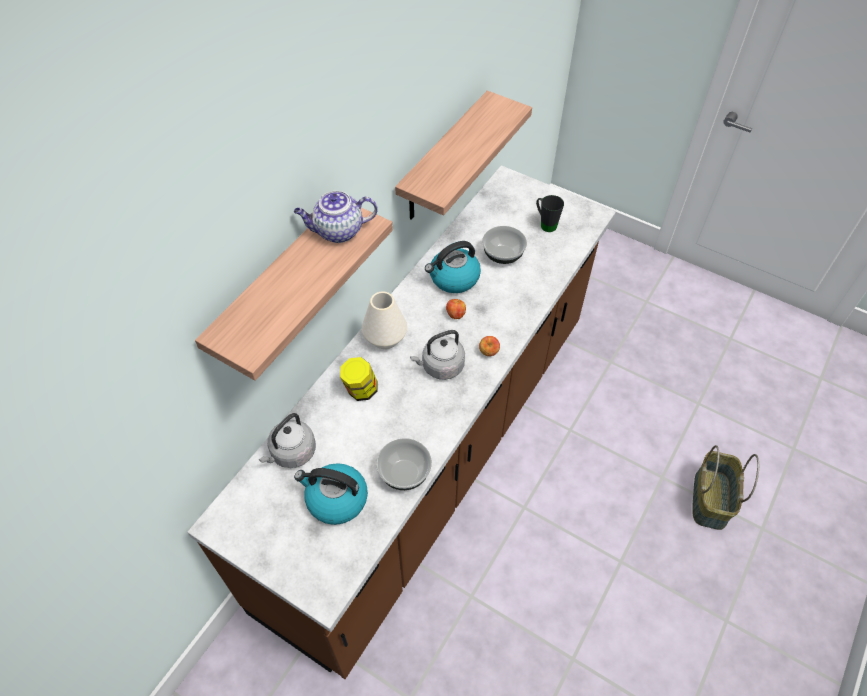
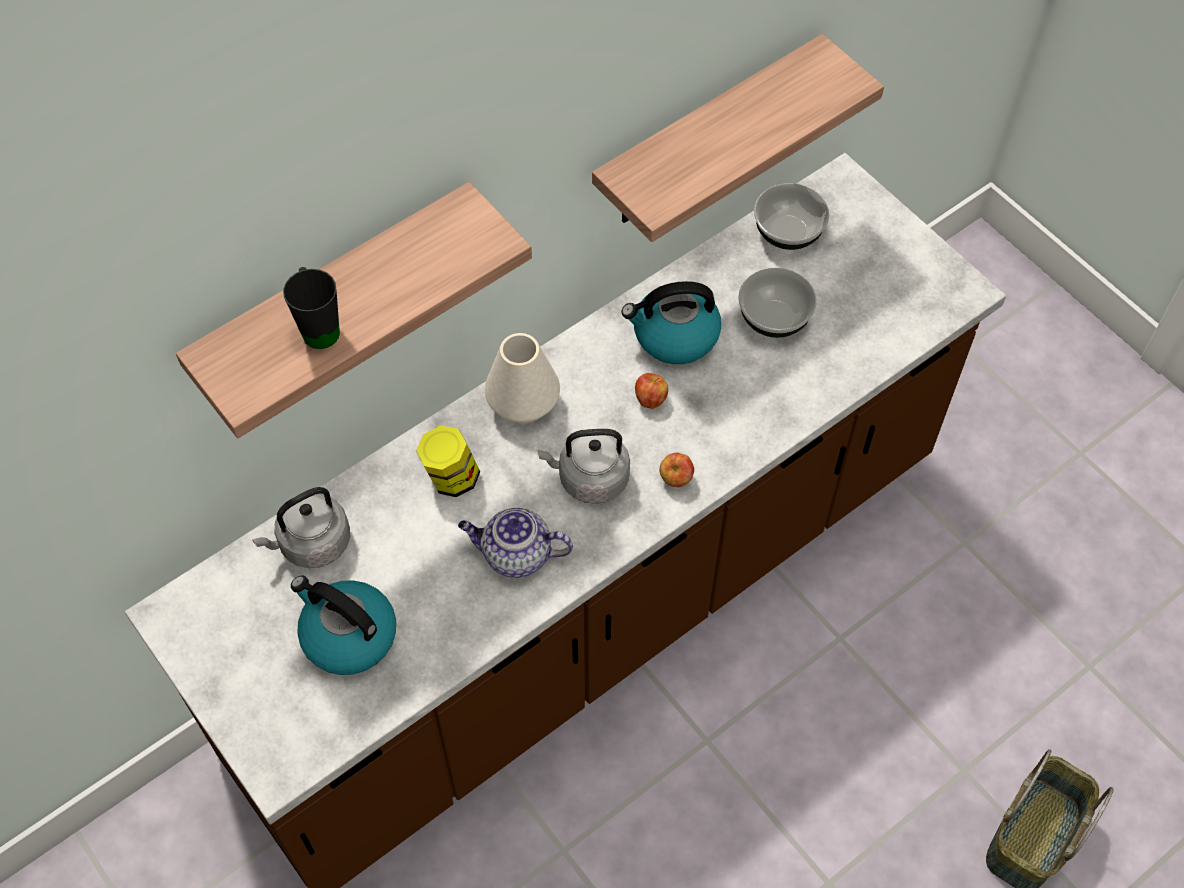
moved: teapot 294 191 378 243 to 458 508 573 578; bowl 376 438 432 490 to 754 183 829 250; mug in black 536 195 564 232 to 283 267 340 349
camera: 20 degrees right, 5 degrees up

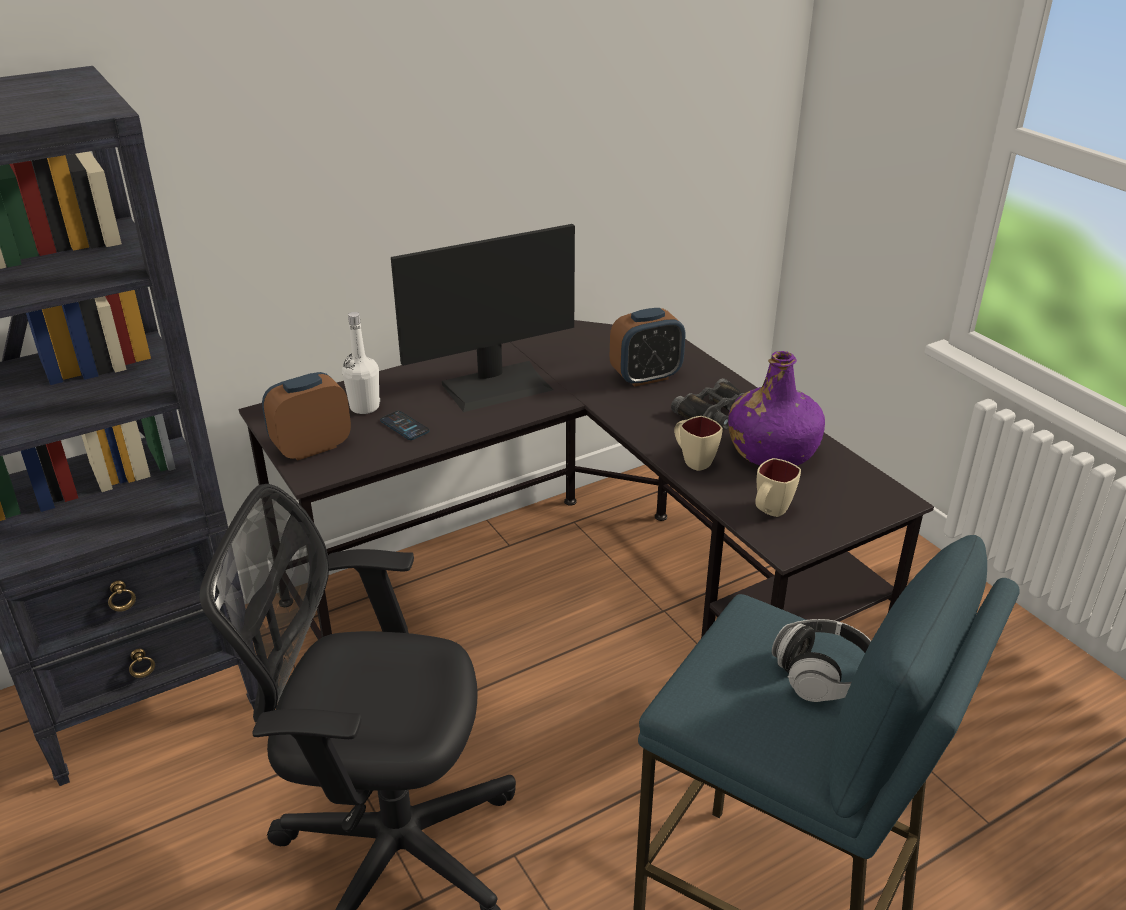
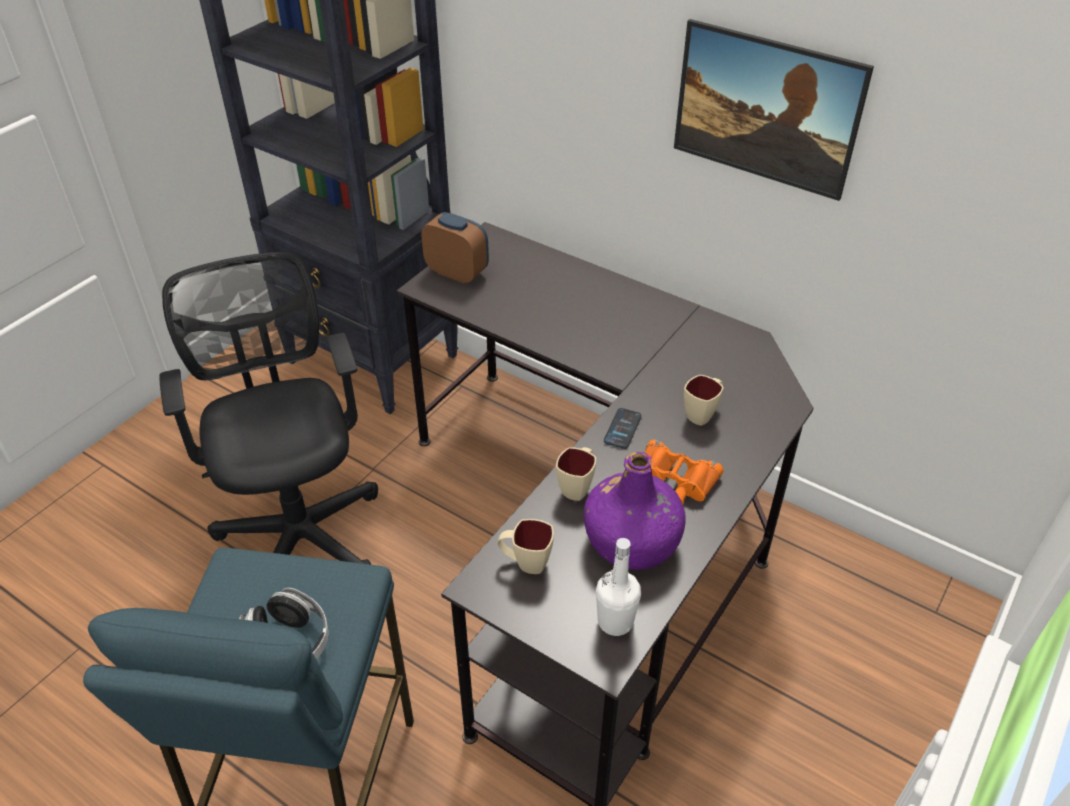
removed: monitor 391 224 575 412
added: picture 674 19 874 201
moved: bottle in white 342 312 380 414 to 596 538 641 636; phone 380 411 429 440 to 604 408 642 449
replaced: alarm clock 610 308 685 387 to mug in beige 684 375 724 426
recoloured: binoculars in black 671 378 744 429 to binoculars in orange 645 440 724 504
camera: 65 degrees right, 10 degrees up

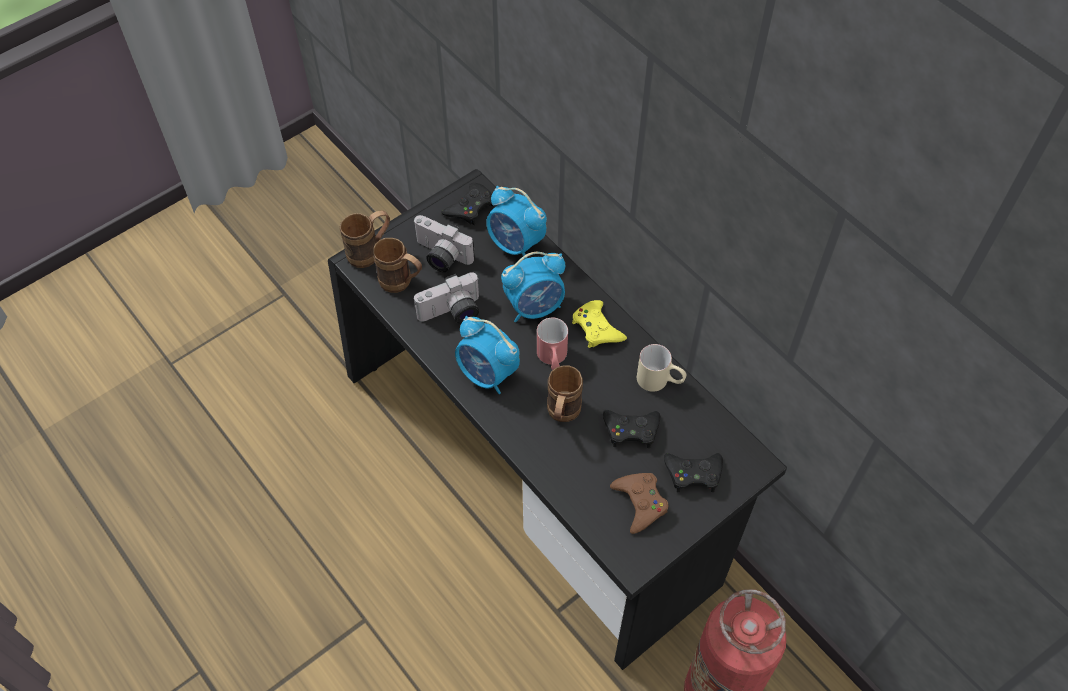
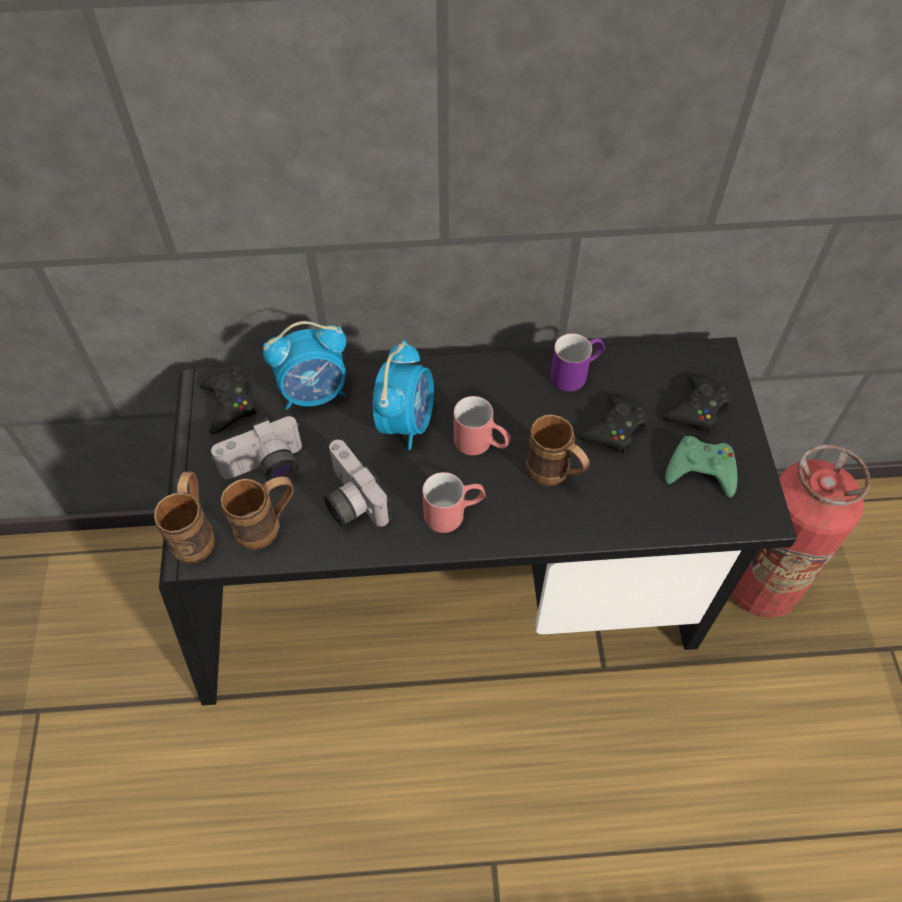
removed: game controller in yellow 572 300 627 348
replaced: alarm clock 455 316 520 394 to mug in red 423 472 485 533
recoloured: game controller in brown 610 473 668 534 to game controller in green 665 436 737 498; mug in beige 637 344 686 392 to mug in purple 550 333 605 392
turned: photo camera 414 272 480 324 = 324 440 392 527 135 degrees clockwise
camera: 55 degrees left, 0 degrees up

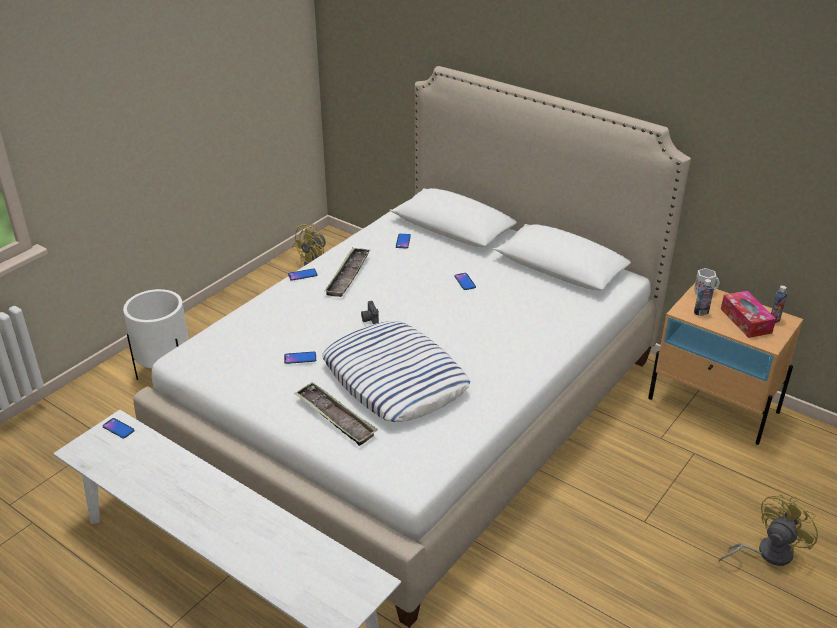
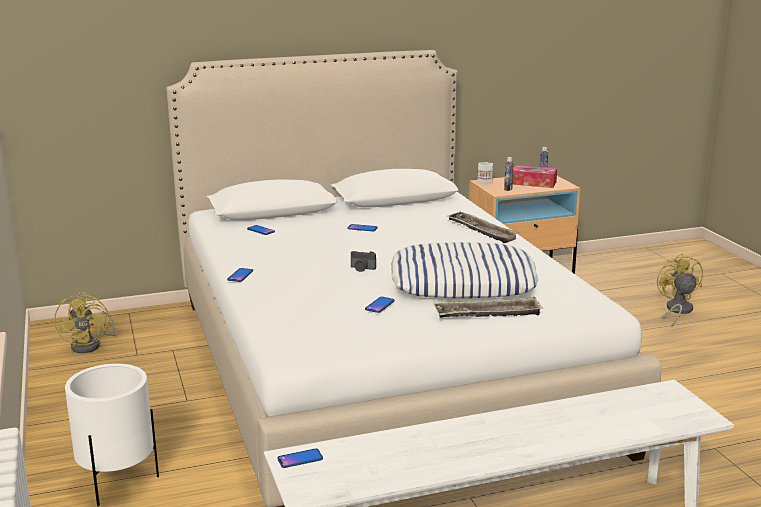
moved: tray 324 247 370 297 to 446 211 520 243
camera: 55 degrees left, 15 degrees down

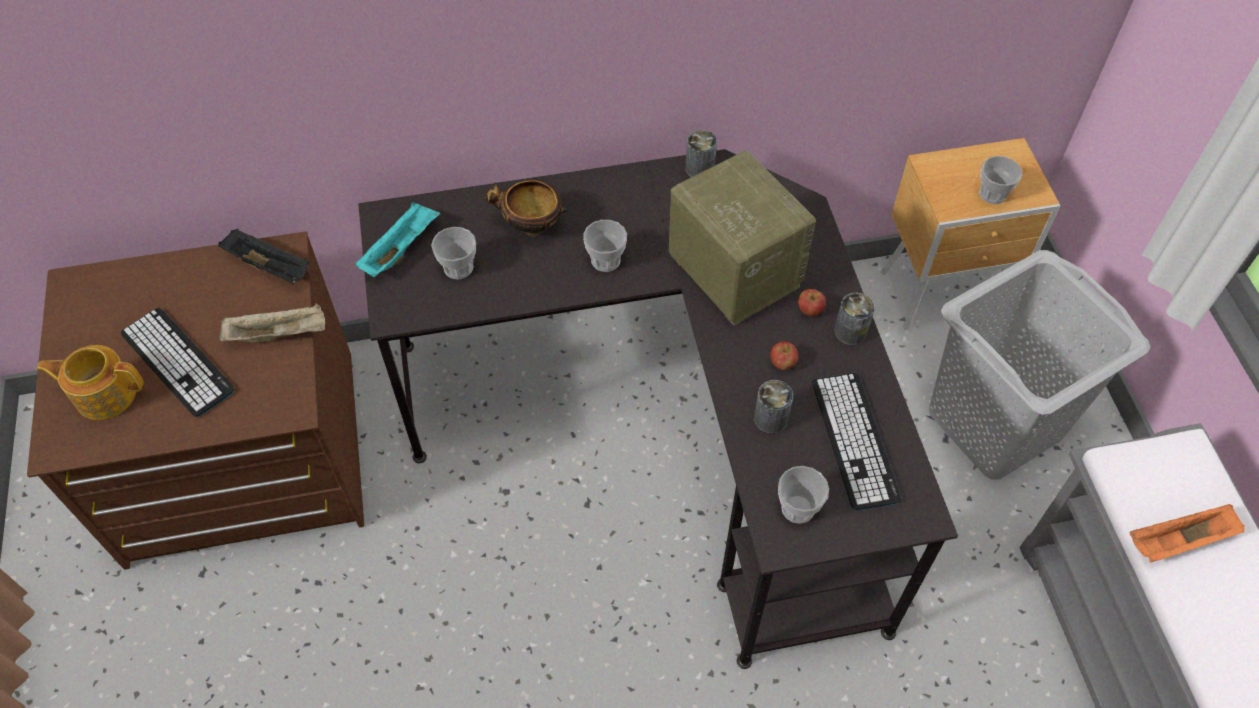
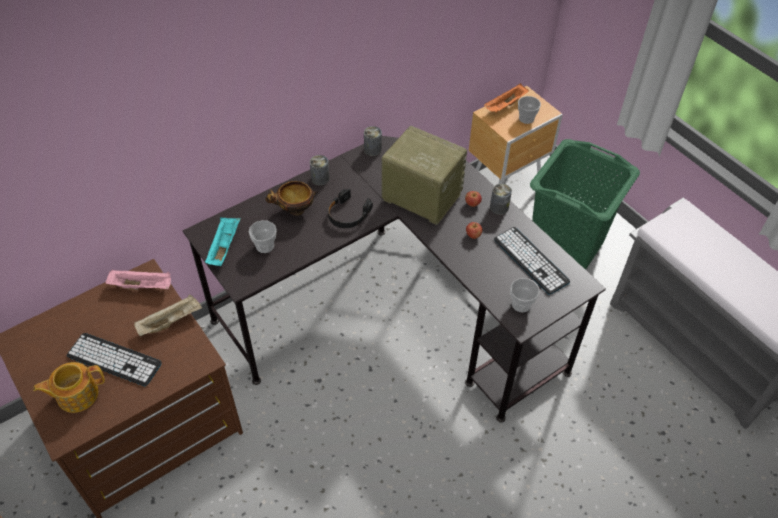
moved: can 754 380 793 434 to 310 155 329 186; tray in orange 1130 504 1244 563 to 484 83 529 113
replaced: cup 583 220 627 272 to headphones in black 328 188 373 228
recoloured: tray in black 218 229 310 285 to tray in pink 105 269 171 290; laundry basket in grey 929 250 1150 480 to laundry basket in green 530 139 640 270
camera: 25 degrees left, 5 degrees down

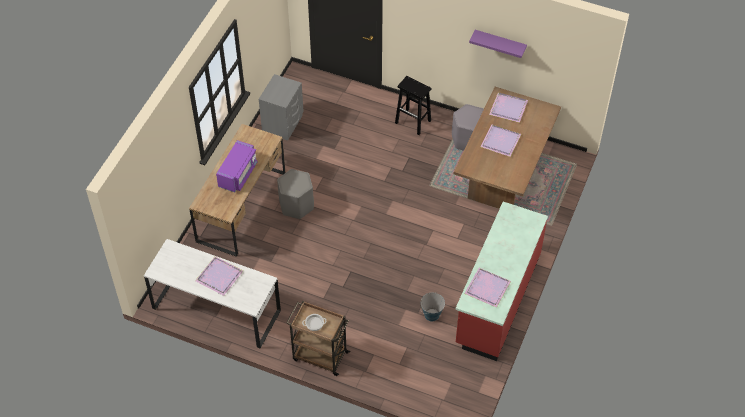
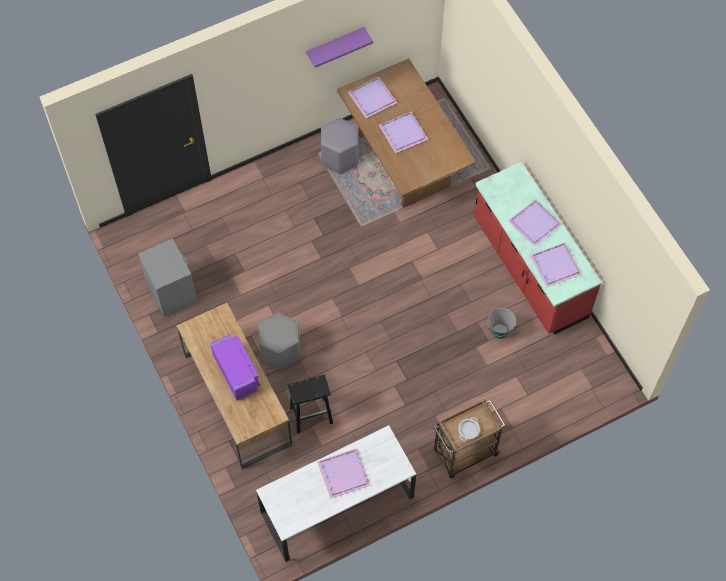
added: tray in purple 508 199 562 246
moved: stool in black 395 76 431 135 to 288 375 333 433
camera: 50 degrees left, 10 degrees up

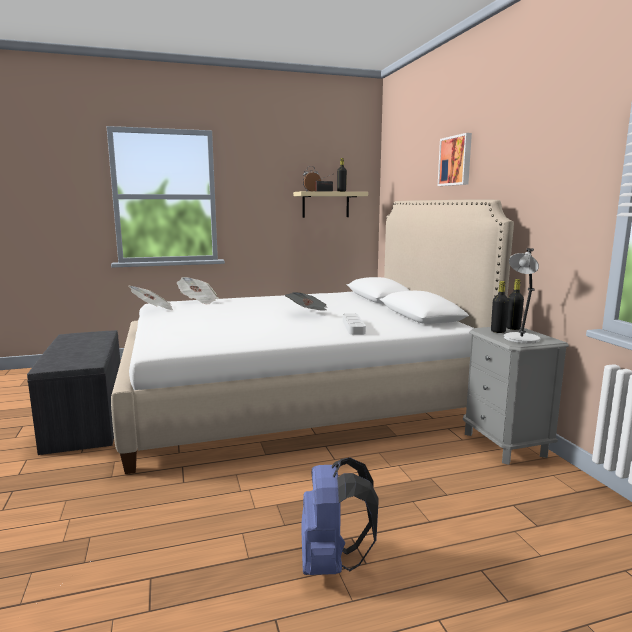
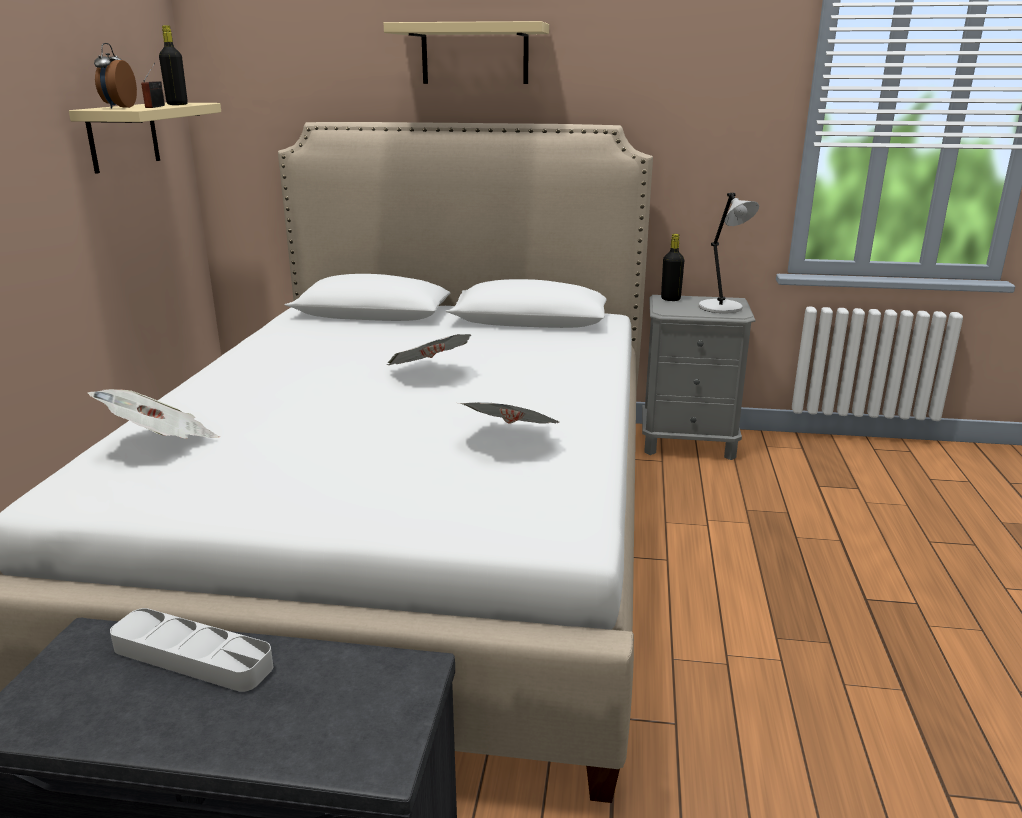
removed: backpack in blue 301 458 379 575; bottle in black 491 281 509 333
moved: newspaper 128 286 173 310 to 458 402 560 424; tray in grey 343 313 366 335 to 110 608 273 692
replaced: picture 438 133 472 186 to shelf in beige 384 21 549 84
camera: 65 degrees left, 10 degrees up

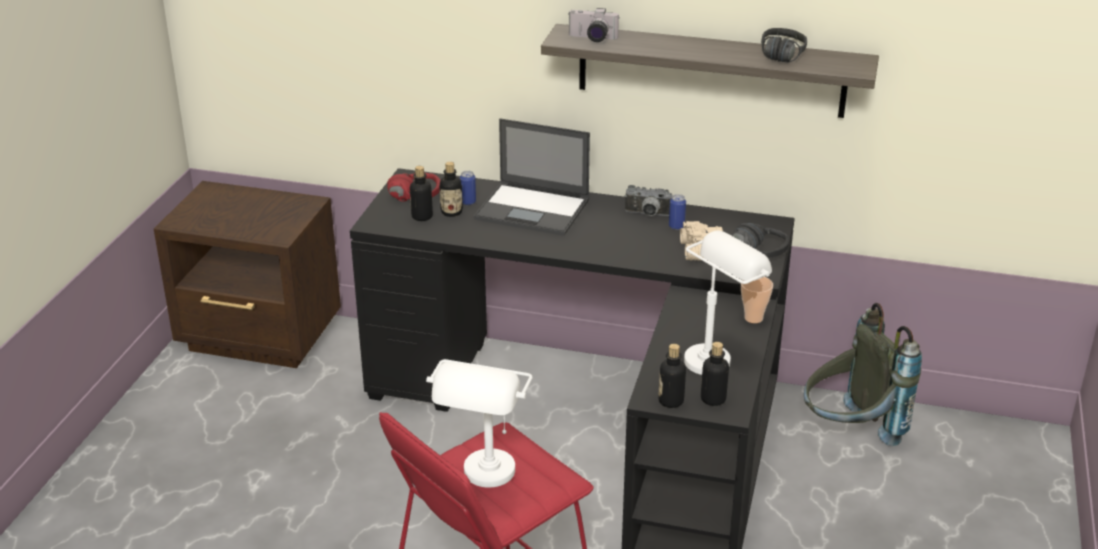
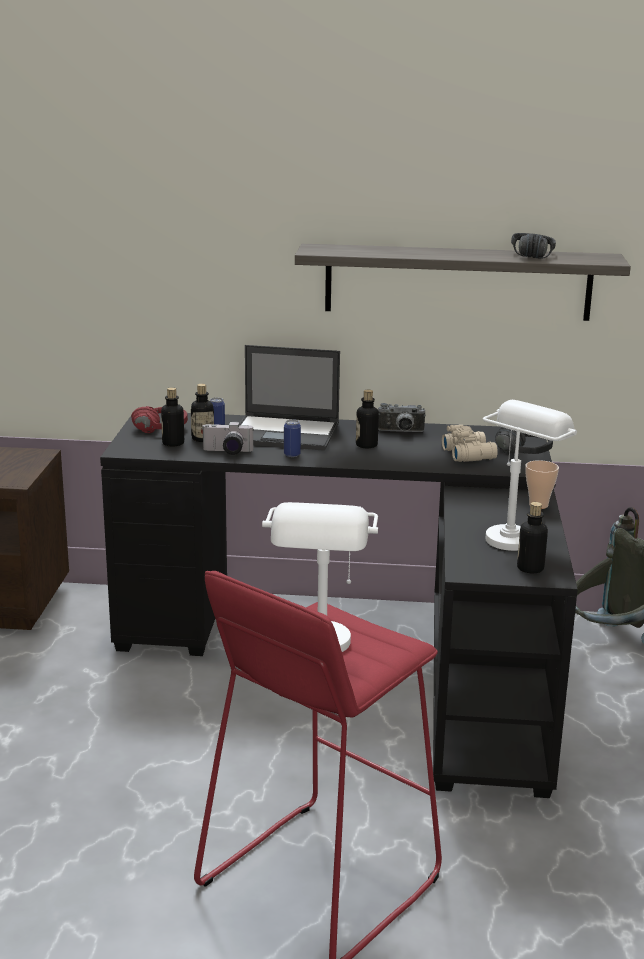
moved: photo camera 568 8 620 42 to 202 421 254 455; bottle 658 344 686 408 to 356 390 379 448; can 669 194 686 230 to 284 420 301 457
camera: 10 degrees left, 10 degrees down

